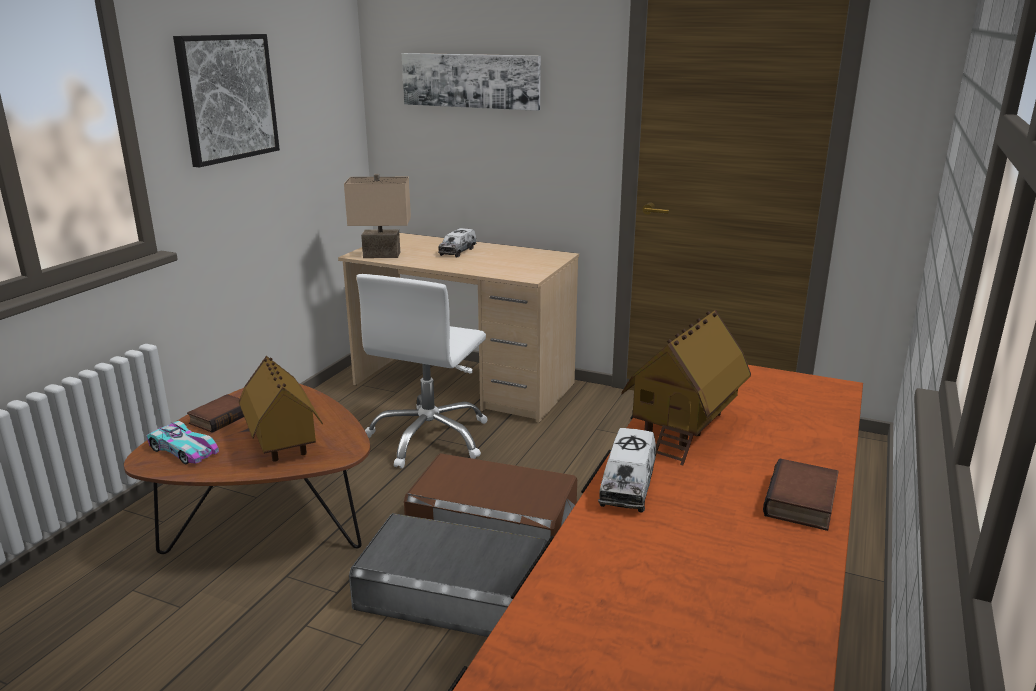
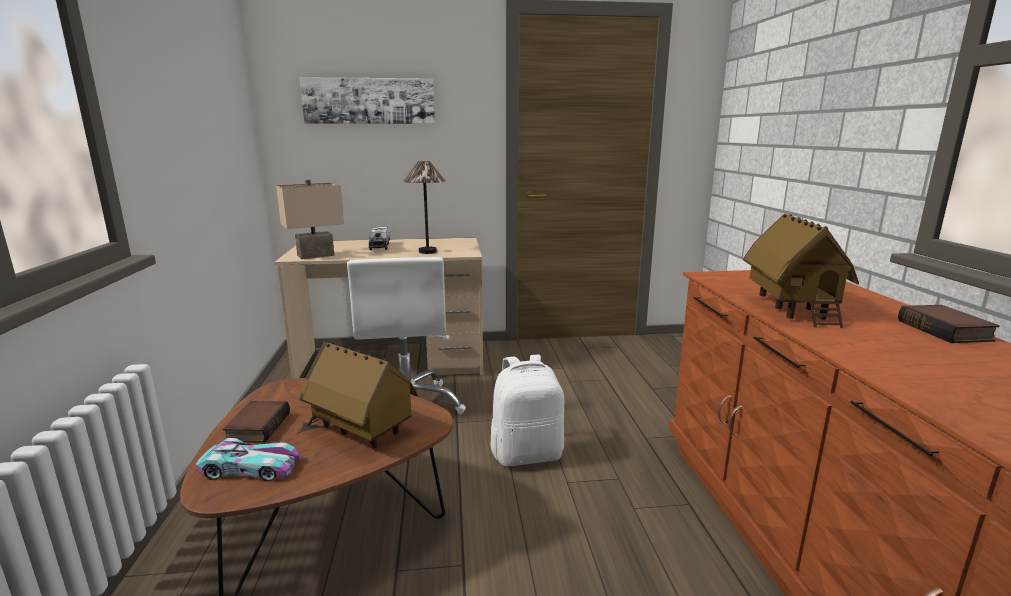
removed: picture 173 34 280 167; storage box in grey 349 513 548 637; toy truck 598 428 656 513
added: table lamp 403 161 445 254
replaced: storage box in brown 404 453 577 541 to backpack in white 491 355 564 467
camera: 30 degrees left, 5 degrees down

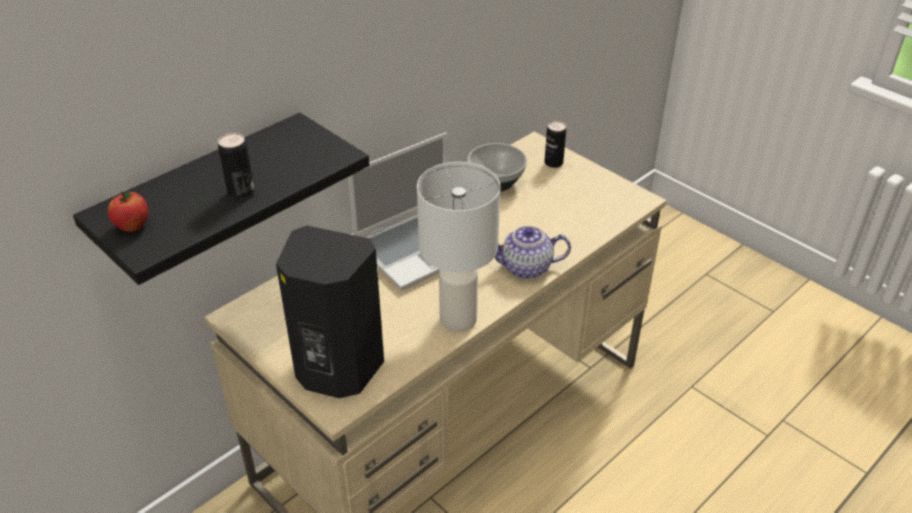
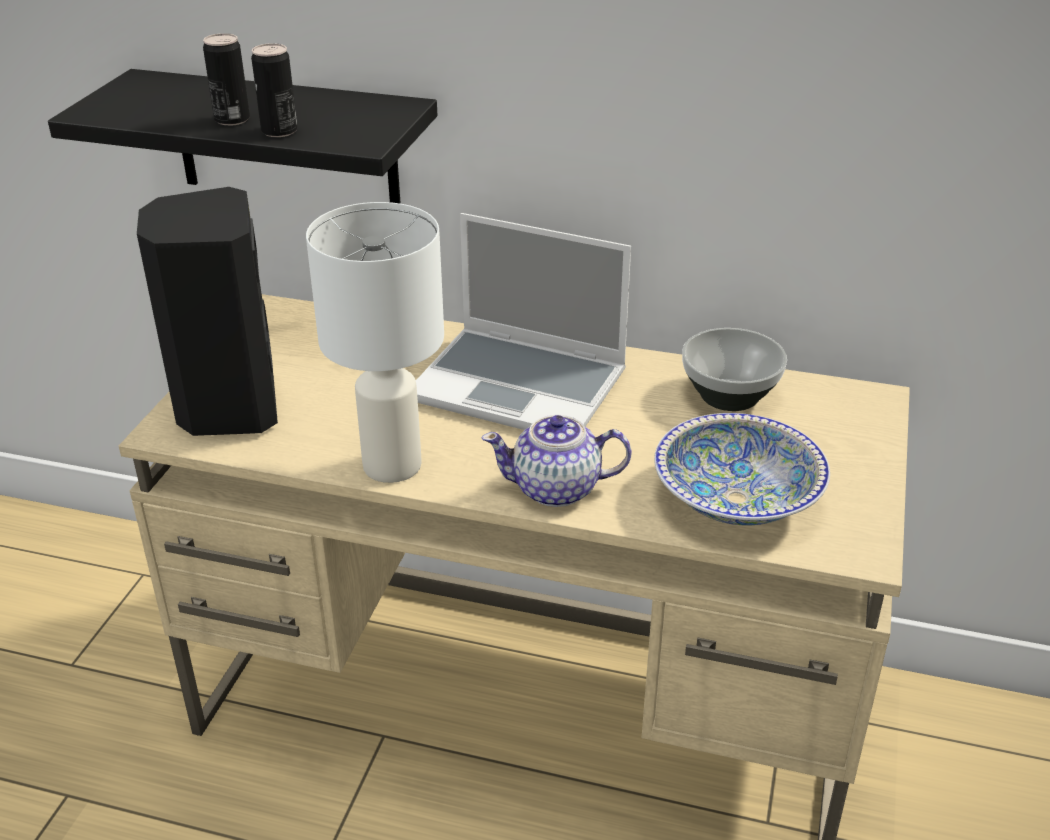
removed: apple 108 191 148 232
added: bowl 654 413 830 526
moved: can 544 121 566 168 to 251 43 297 137
turned: teapot 495 226 571 279 = 481 415 632 507 60 degrees counterclockwise
camera: 60 degrees right, 5 degrees down

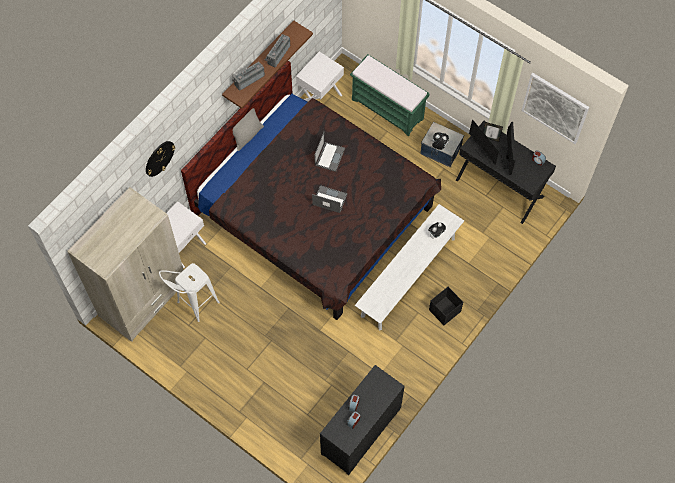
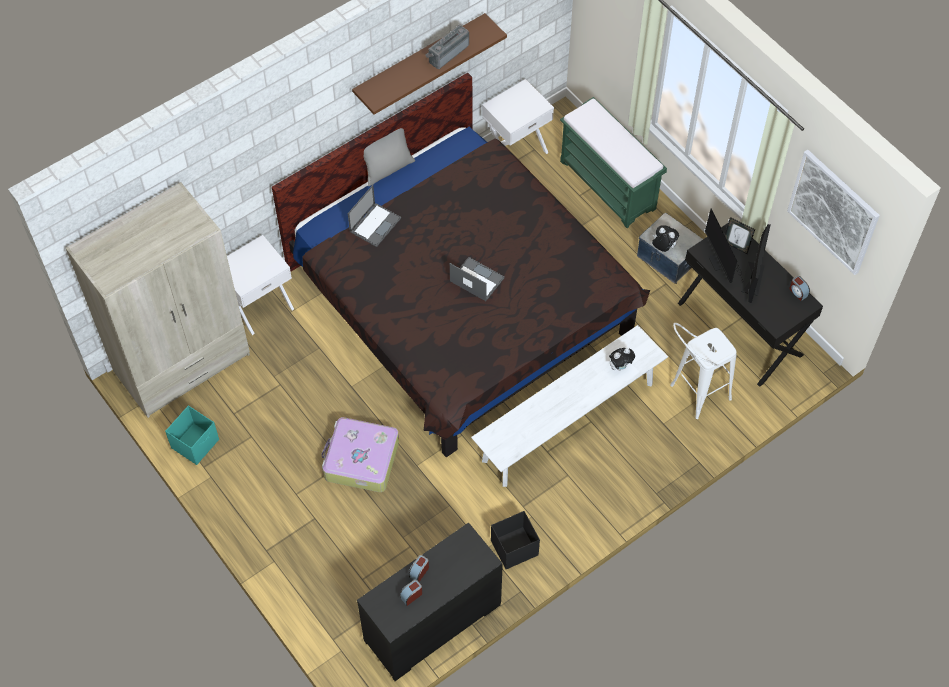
removed: wall clock 146 141 175 177; radio 232 62 265 91
added: storage box in turquoise 165 405 219 465; suitcase 321 417 399 492
moved: stool in white 159 263 220 322 to 670 323 737 419; laptop 314 132 345 172 to 348 185 401 247; storage box in black 429 287 463 325 to 491 511 540 569
camera: 15 degrees right, 5 degrees down

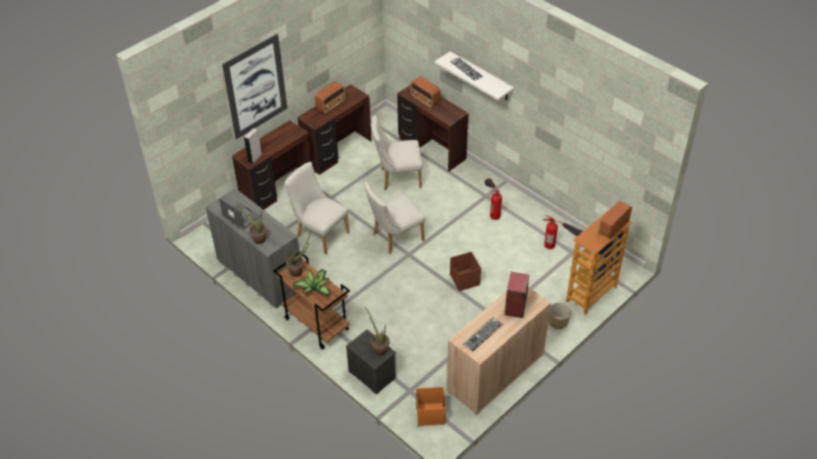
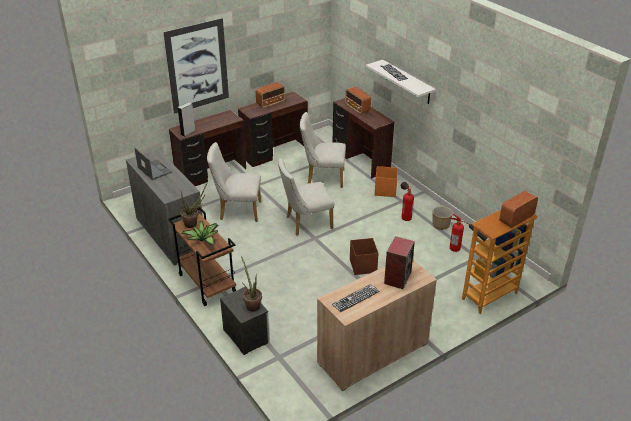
removed: potted plant 237 202 267 244
moved: storage box in orange 416 387 446 426 to 375 166 398 197; planter 549 302 571 329 to 432 206 453 230
turned: chair in white 284 162 349 254 = 207 142 261 222 45 degrees counterclockwise
camera: 10 degrees right, 10 degrees down

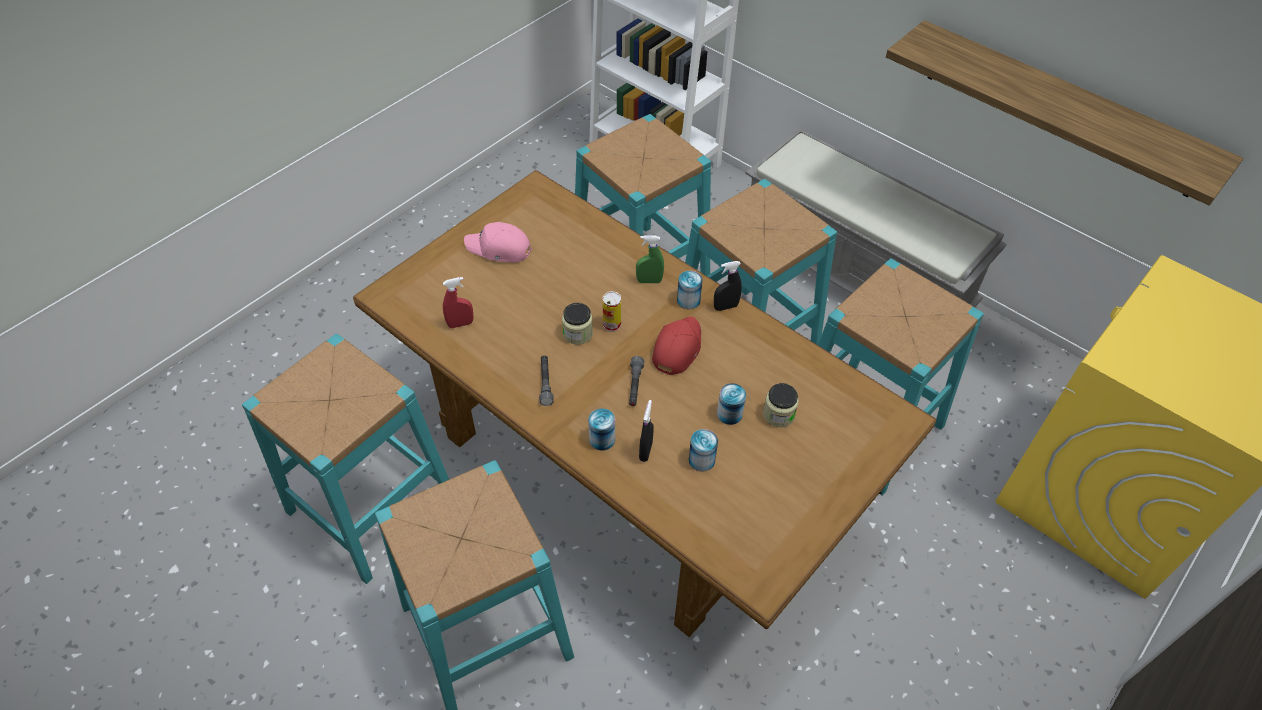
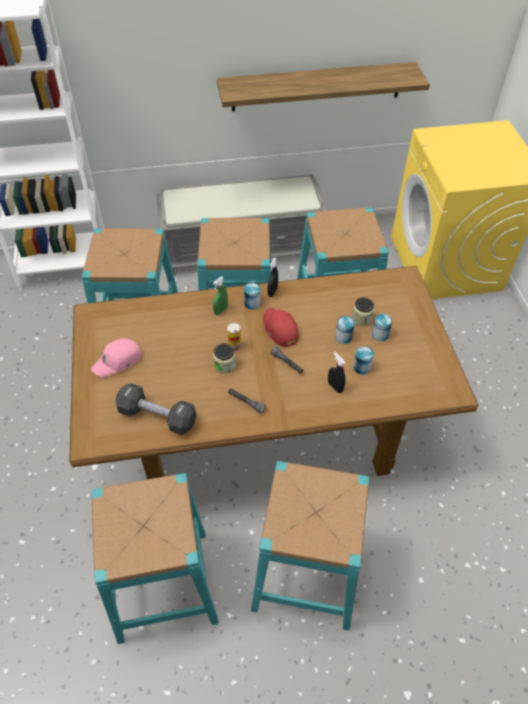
moved: can 588 408 615 451 to 372 314 392 341
replaced: spray bottle in red 443 277 474 328 to dumbbell in black 115 383 197 435
camera: 50 degrees left, 0 degrees up

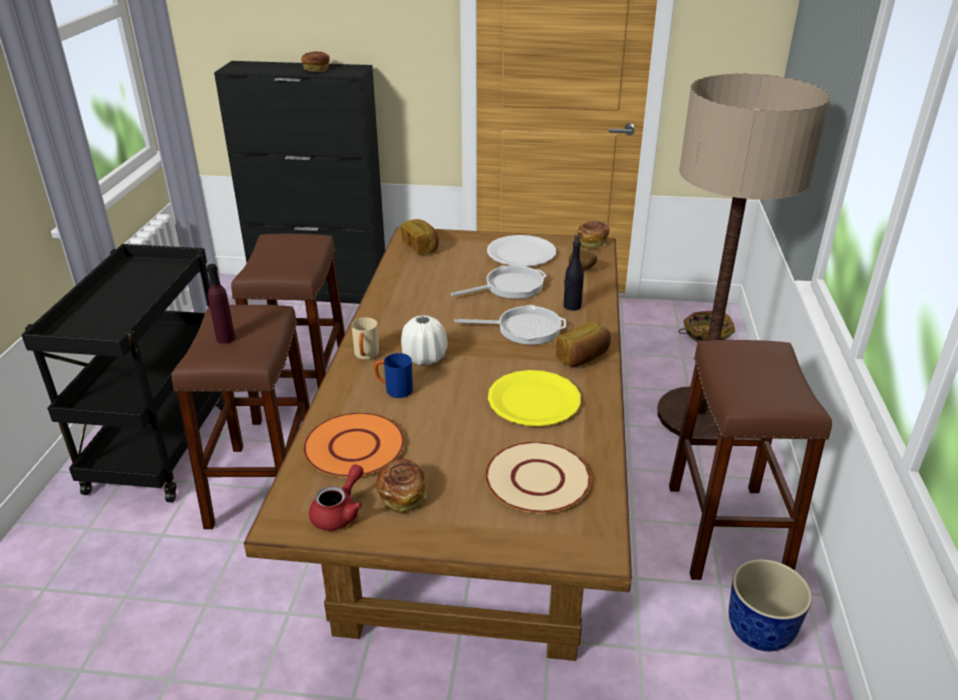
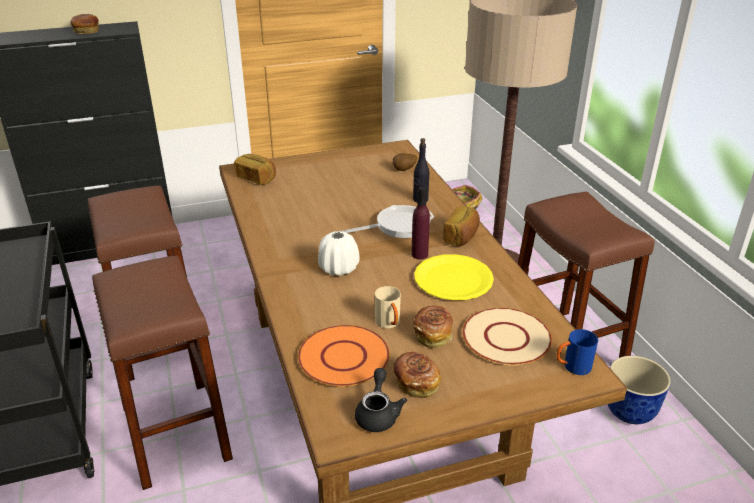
removed: frying pan 451 265 547 299; plate in white 487 235 556 267
moved: bottle in purple 207 264 235 344 to 412 187 430 260; mug in beige 352 317 379 359 to 375 286 401 328; mug in blue 374 353 413 398 to 556 329 598 375; bread 577 221 609 248 to 413 306 453 348
recoloured: teapot in red 309 464 364 531 to teapot in black 355 368 407 432
camera: 25 degrees left, 0 degrees up

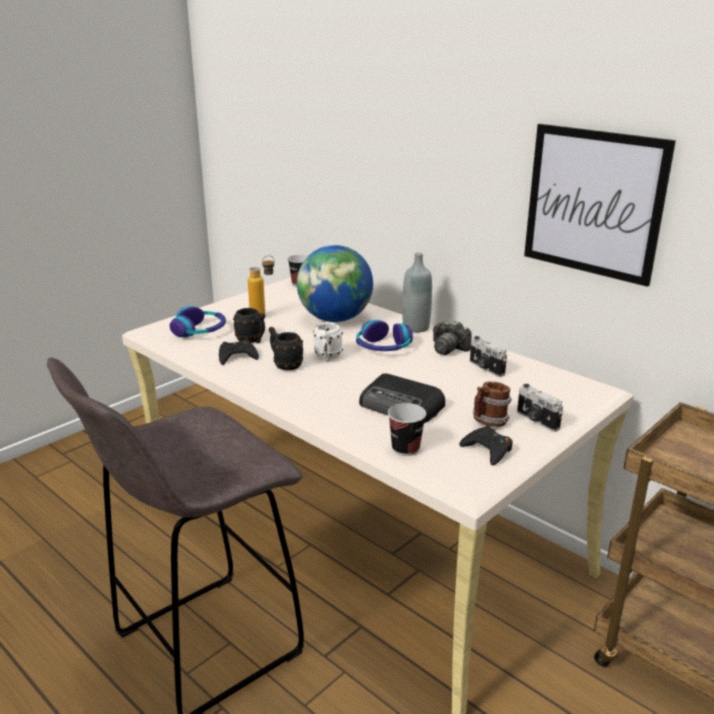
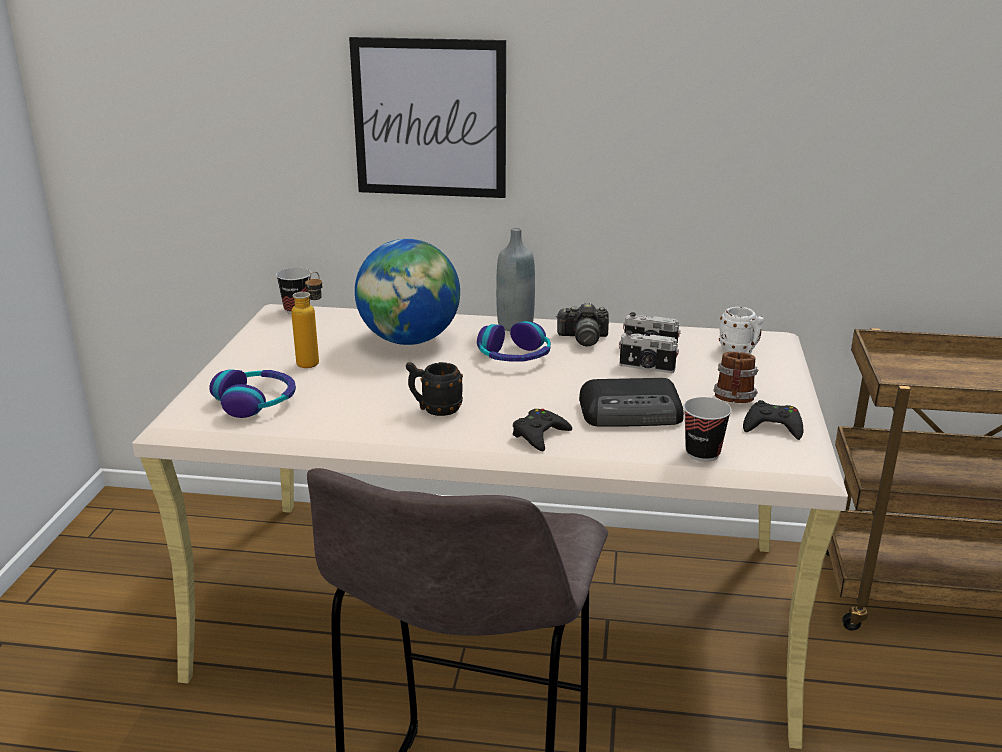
removed: mug in black 233 308 265 343
moved: game controller in black 219 340 259 365 to 513 409 572 451; mug in white 313 322 343 362 to 719 307 764 354; photo camera 517 384 563 432 to 619 331 679 373; picture 524 124 676 287 to 349 37 506 198
camera: 35 degrees left, 0 degrees up

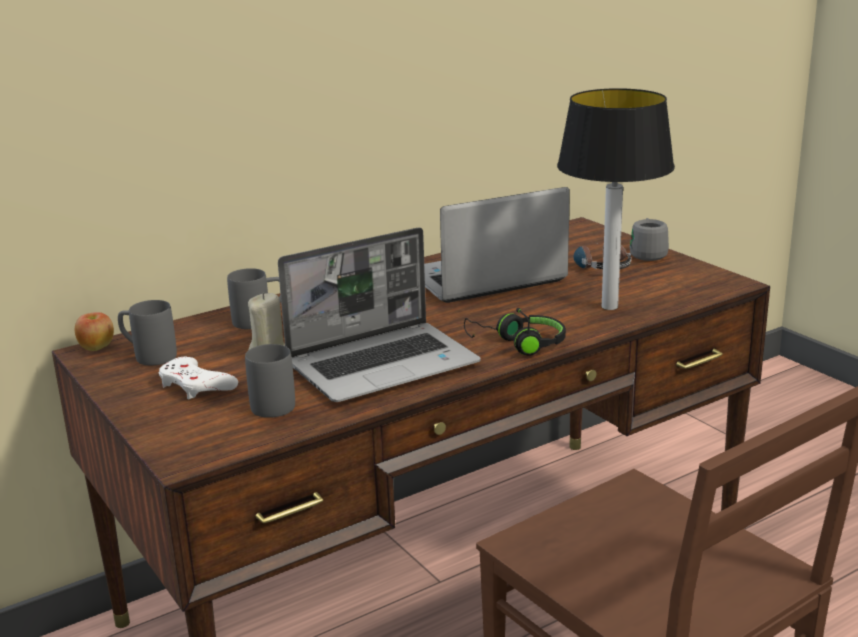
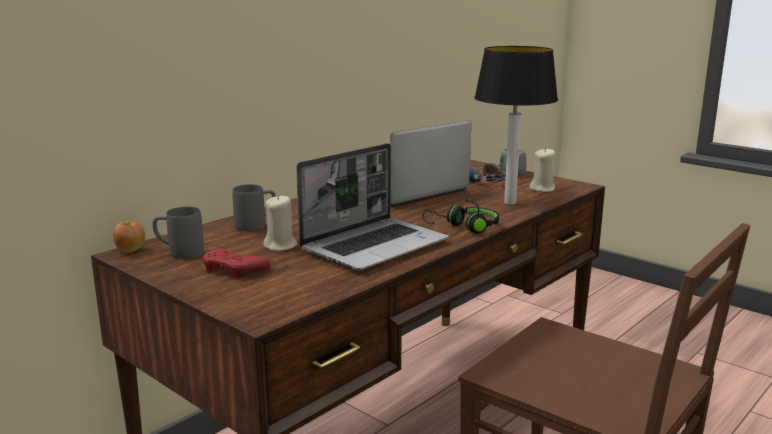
removed: mug in grey 245 344 295 418
added: candle in beige 529 148 556 192
recoloured: game controller in white 159 357 238 399 to game controller in red 203 248 270 278
camera: 15 degrees left, 5 degrees down

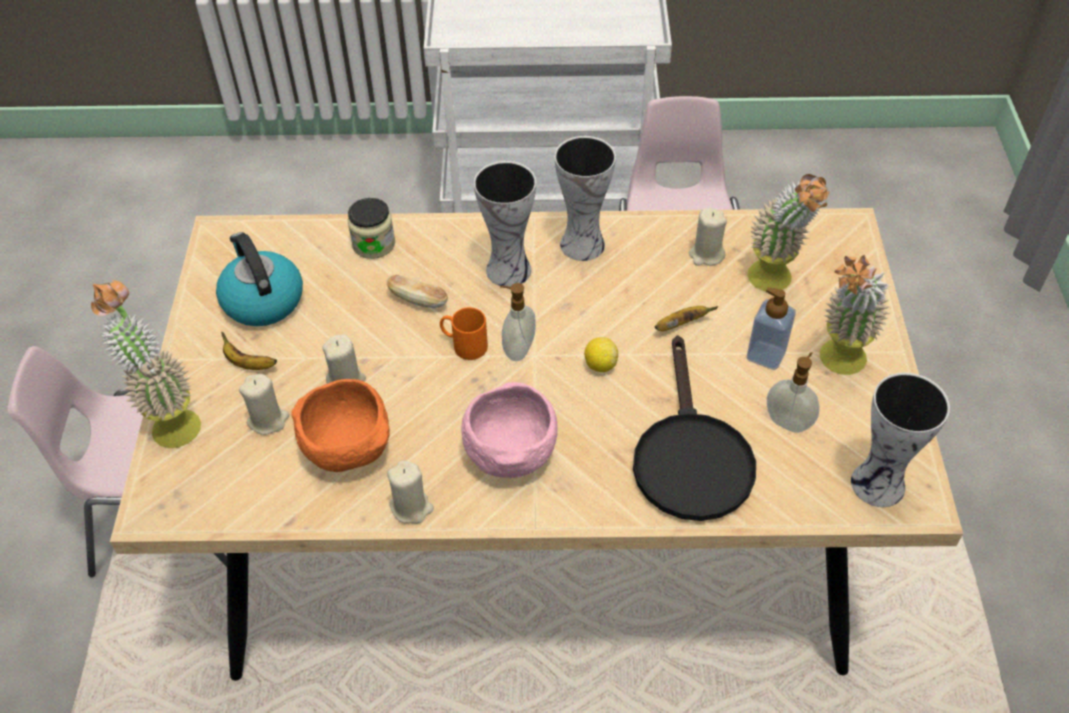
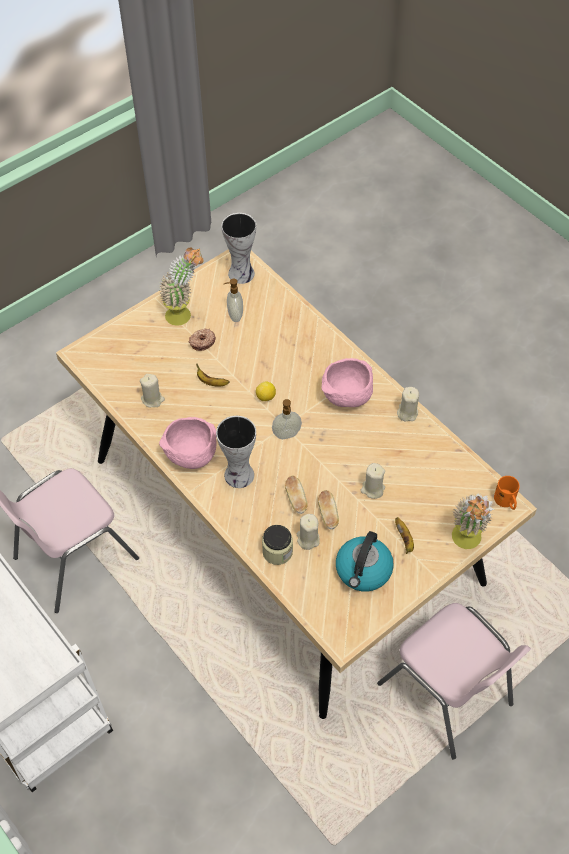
removed: bowl in orange 291 379 390 472; frying pan in black 633 335 756 521; potted plant 747 174 830 291
added: bread 318 490 339 529
moved: candle in beige 239 374 289 435 to 297 514 320 550; mug in orange 440 307 488 360 to 494 476 520 510
replaced: vase 554 136 616 261 to bowl in pink 159 417 217 469; soap dispenser 747 287 796 370 to donut 189 328 216 351
camera: 130 degrees left, 5 degrees up

